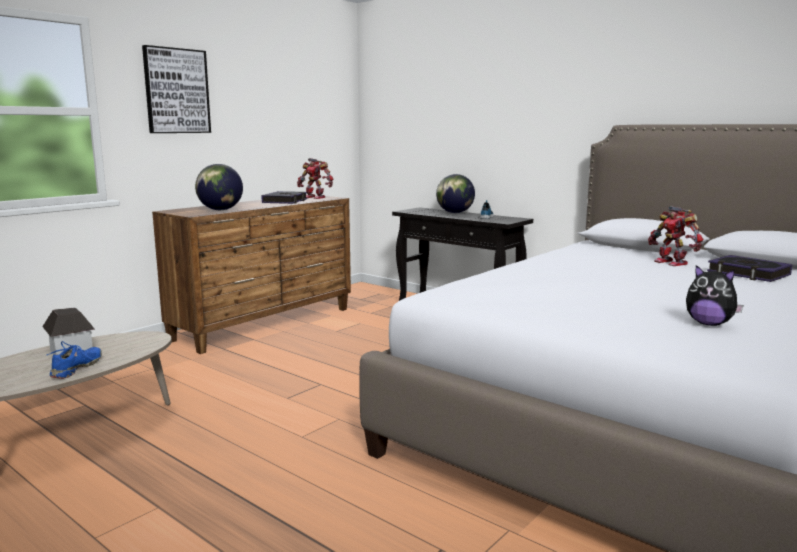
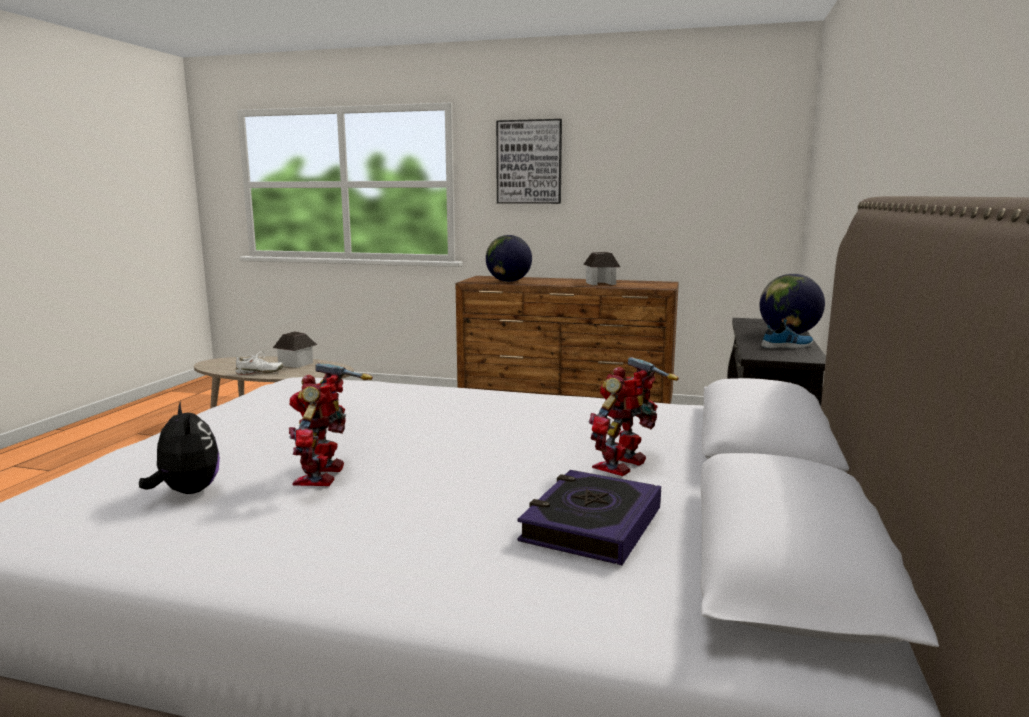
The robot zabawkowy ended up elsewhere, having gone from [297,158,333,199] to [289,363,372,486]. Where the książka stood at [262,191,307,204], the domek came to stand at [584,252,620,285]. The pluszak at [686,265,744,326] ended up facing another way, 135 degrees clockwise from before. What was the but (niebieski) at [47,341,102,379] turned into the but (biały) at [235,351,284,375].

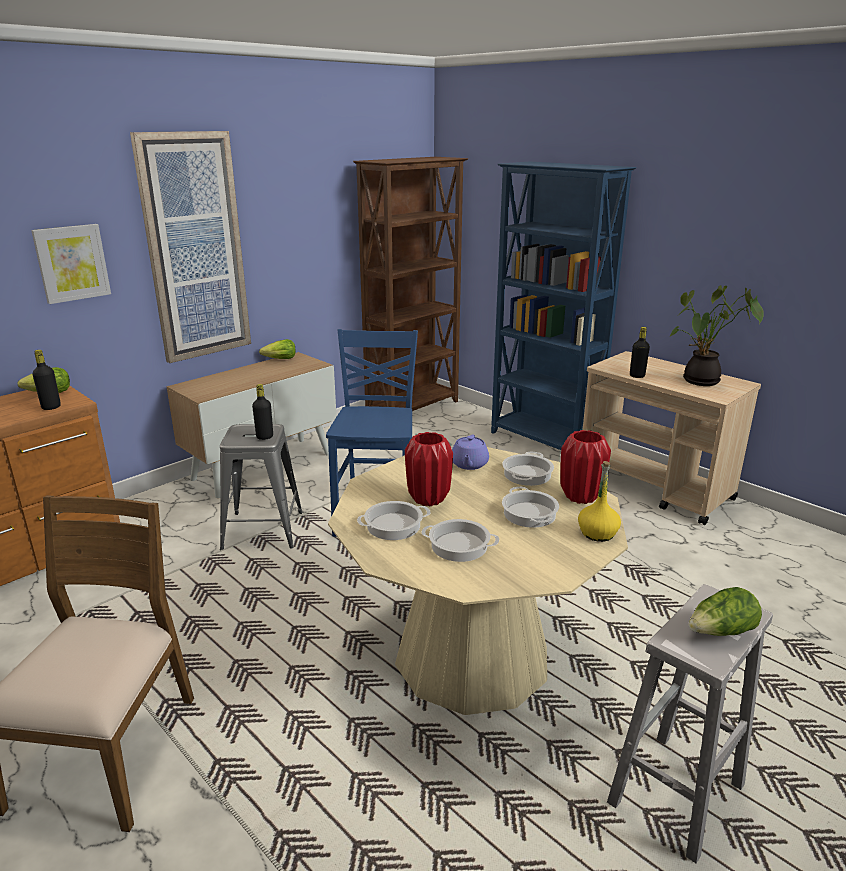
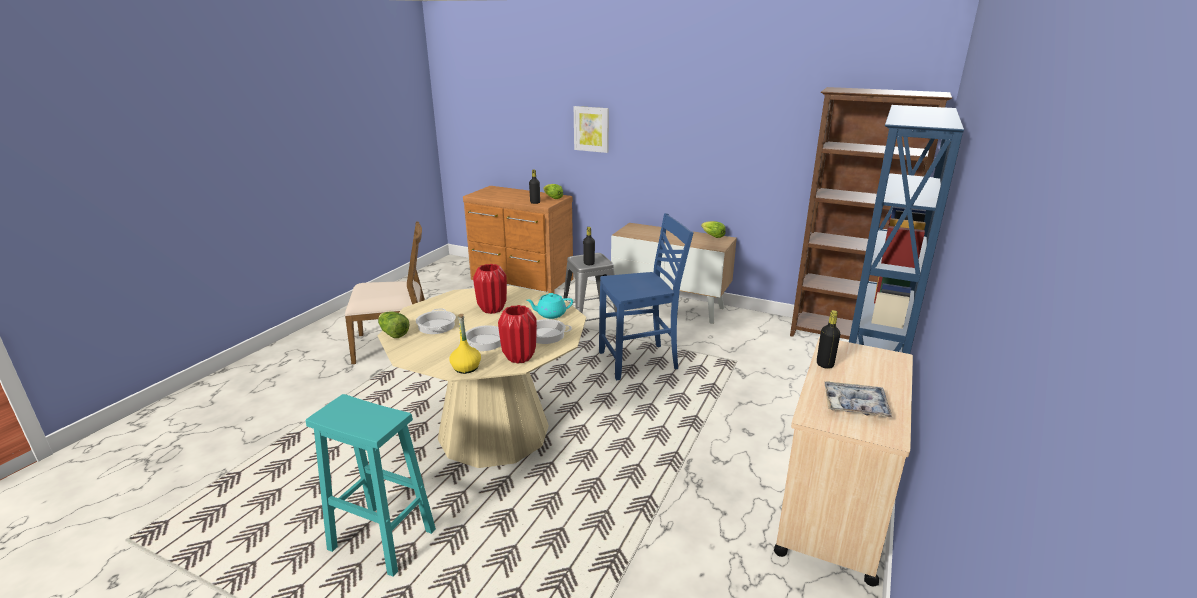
The second view lost the obraz at [130,131,251,363]. Where the roślina doniczkowa stood at [669,285,764,386], the taca came to stand at [824,381,892,418]. What was the imbryk (fioletowy) at [452,434,489,470] turned into the imbryk (turkusowy) at [526,293,573,319]. The second view lost the garnek at [357,501,431,540]. What was the stołek (biały) at [607,584,773,863] turned into the stołek (turkusowy) at [306,394,436,577]. The sałata ended up elsewhere, having gone from [689,587,762,636] to [378,311,410,338].

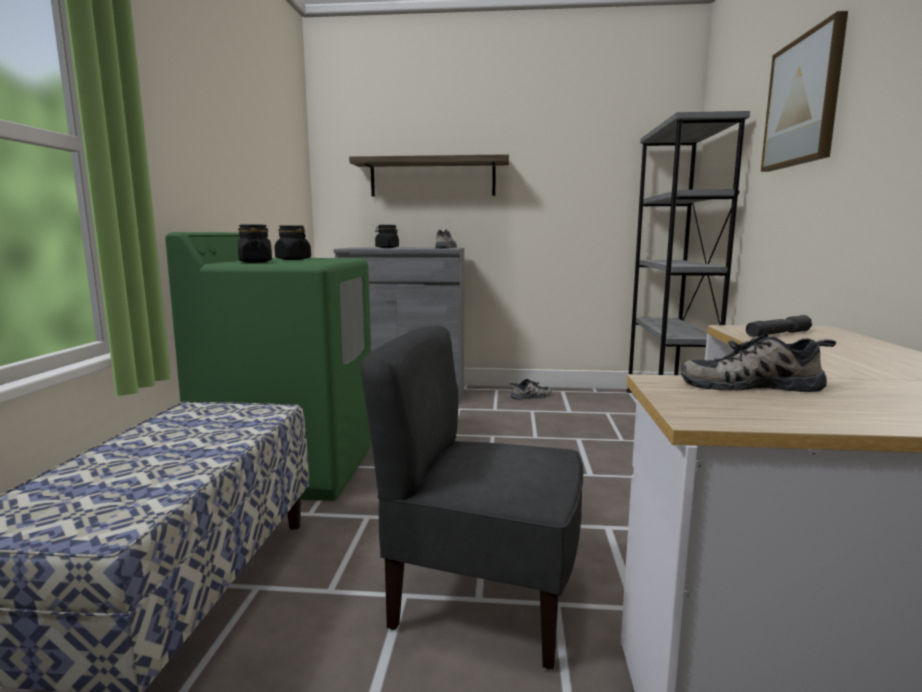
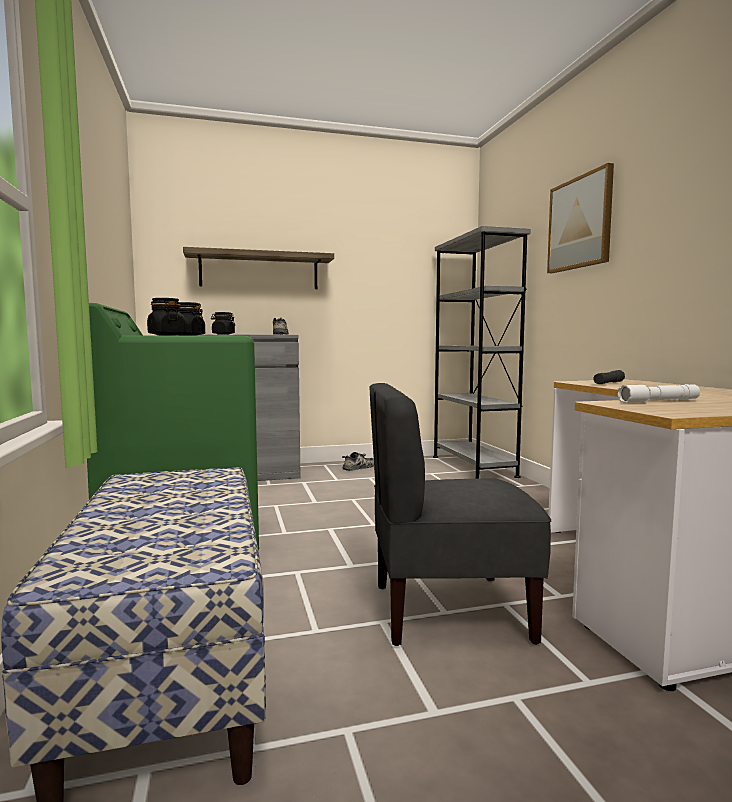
Where the but stood at [681,332,836,392], the latarka (biały) came to stand at [617,384,700,403].

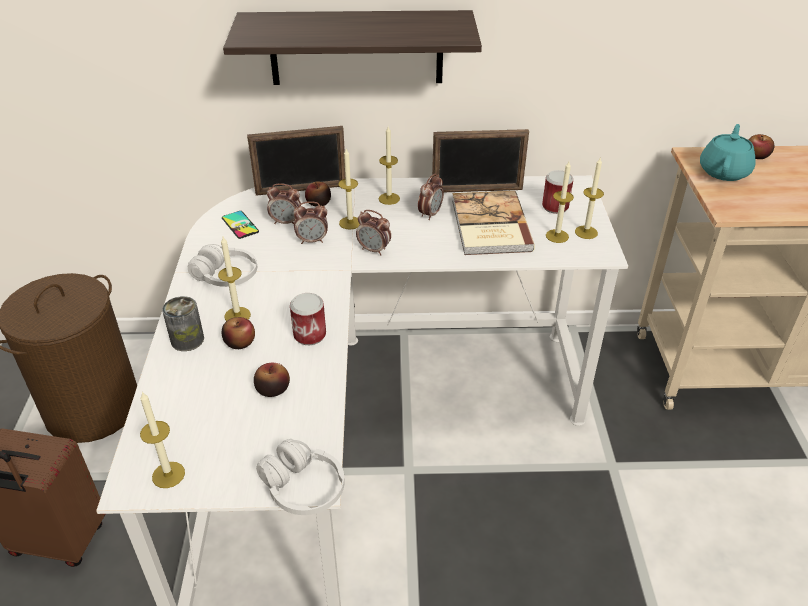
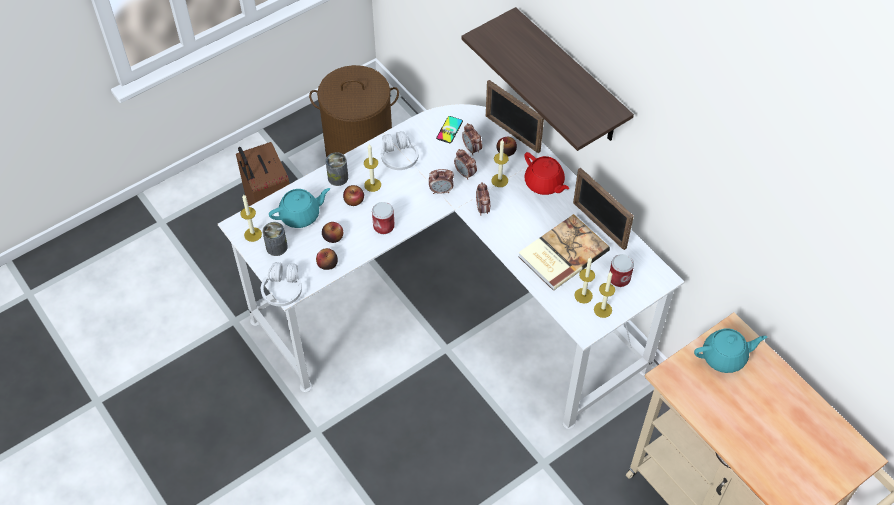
Where the świeca stood at [379,126,400,205], the imbryk (czerwony) came to stand at [524,152,569,195]. The jabłko ended up elsewhere, having gone from [749,134,774,159] to [316,248,338,270]. The budzik ended up elsewhere, having gone from [418,174,444,220] to [429,169,454,194]. The second view gained the imbryk (turkusowy) at [269,188,330,228]. The second view gained the puszka at [262,222,288,256].

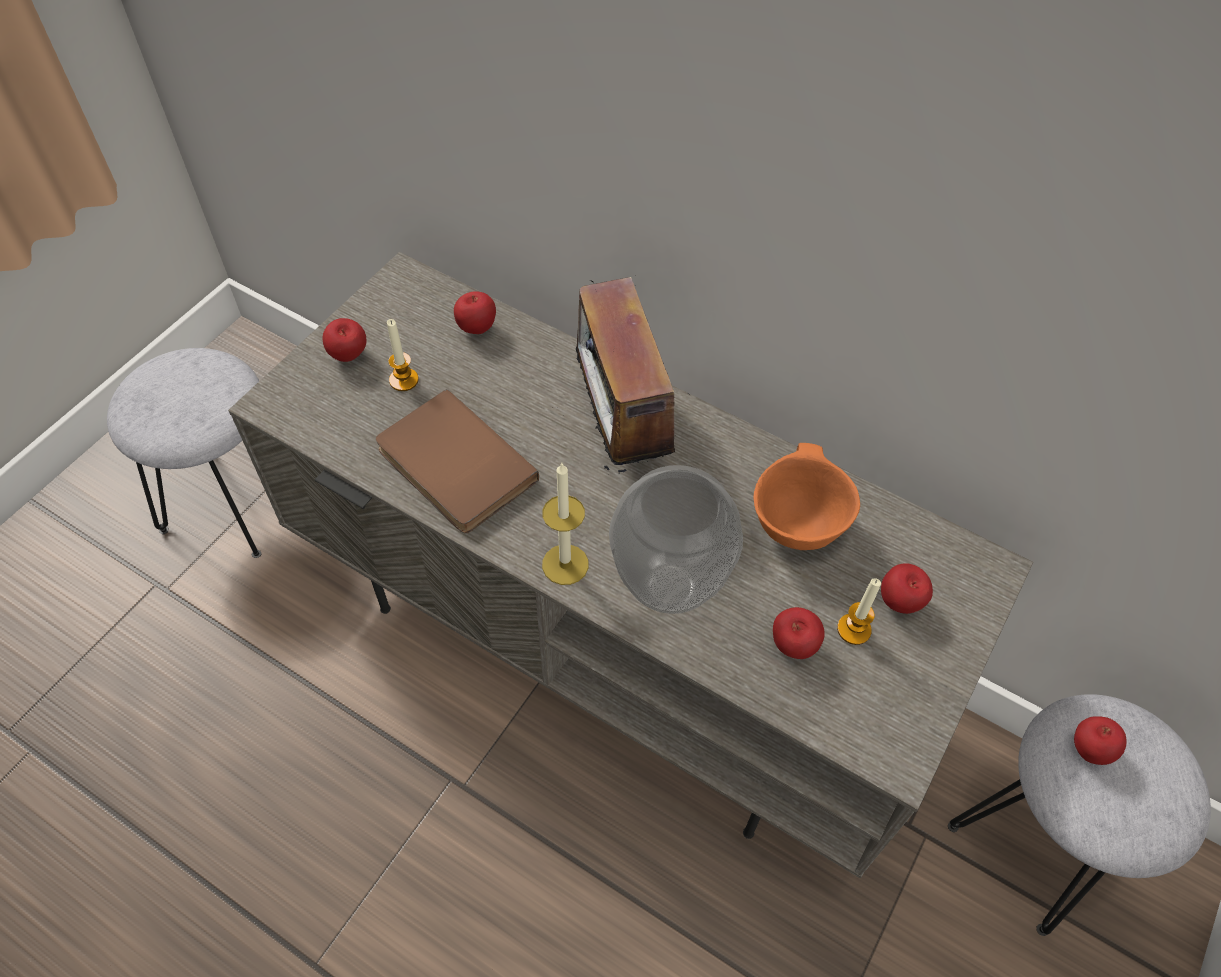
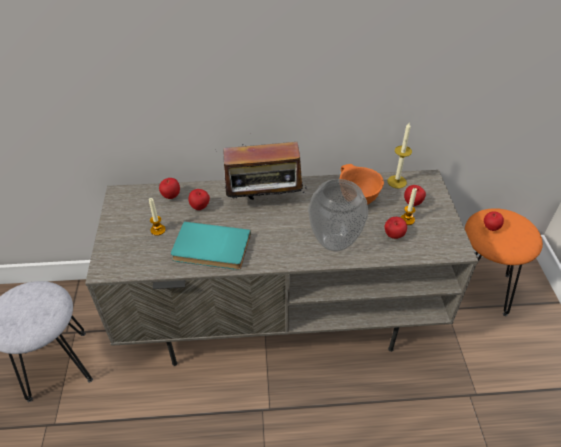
The radio at [552,277,675,473] ended up facing another way, 45 degrees counterclockwise from before. The jabłko ended up elsewhere, having gone from [323,318,367,362] to [188,189,210,210]. What was the książka (brązowy) at [376,389,539,533] turned into the książka (turkusowy) at [171,222,251,270]. The świeca ended up elsewhere, having gone from [542,463,588,585] to [387,123,412,188]. What was the stołek (szary) at [948,694,1211,936] turned into the stołek (pomarańczowy) at [465,208,543,316].

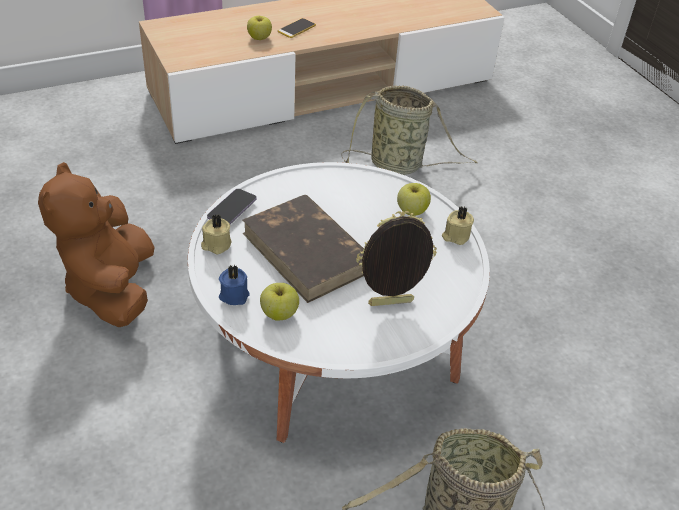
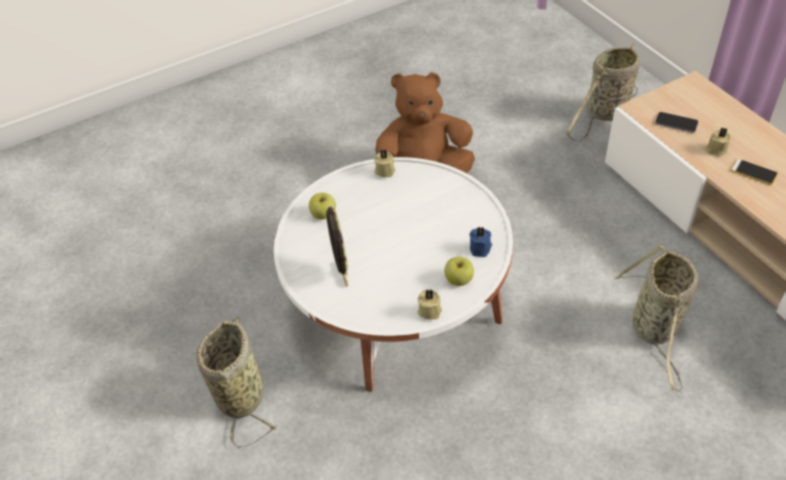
Where the jabłko stood at [247,16,272,40], the świeca (beżowy) came to stand at [705,127,732,156]. The telefon ended up elsewhere, having gone from [207,189,257,224] to [655,112,698,133]. The second view lost the książka (brązowy) at [242,195,364,303]. The świeca (niebieski) ended up elsewhere, having gone from [219,265,250,305] to [470,226,492,257]. The second view gained the koszyk at [566,43,640,141].

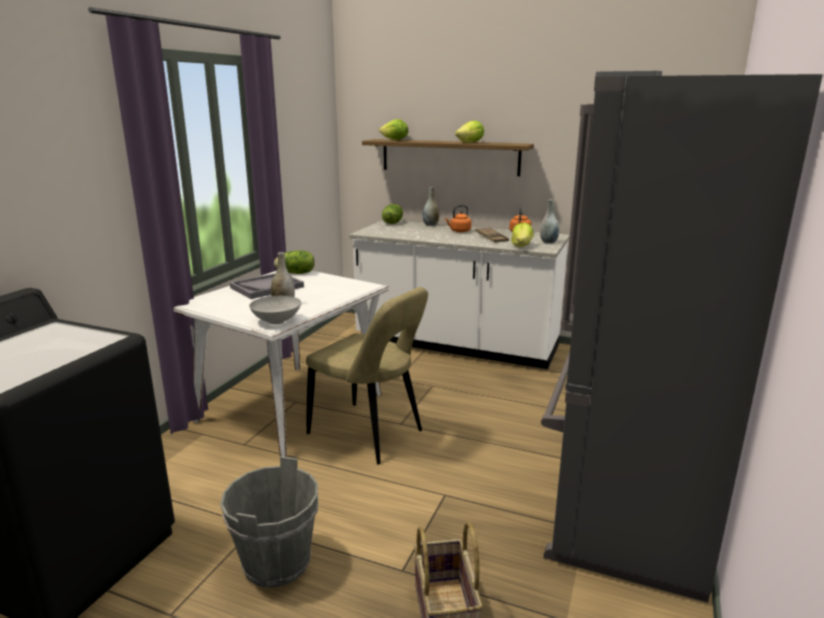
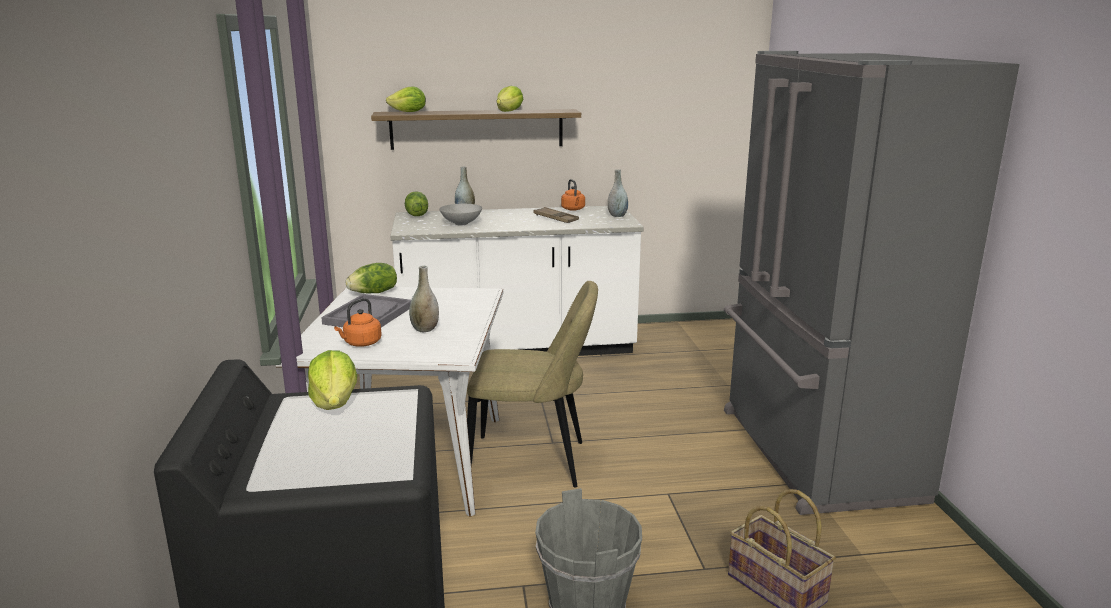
The czajnik (pomarańczowy) ended up elsewhere, having gone from [445,205,471,232] to [334,298,382,347]. The sałata ended up elsewhere, having gone from [511,223,534,247] to [308,350,357,410]. The miska (szary) ended up elsewhere, having gone from [249,296,301,324] to [440,204,482,225].

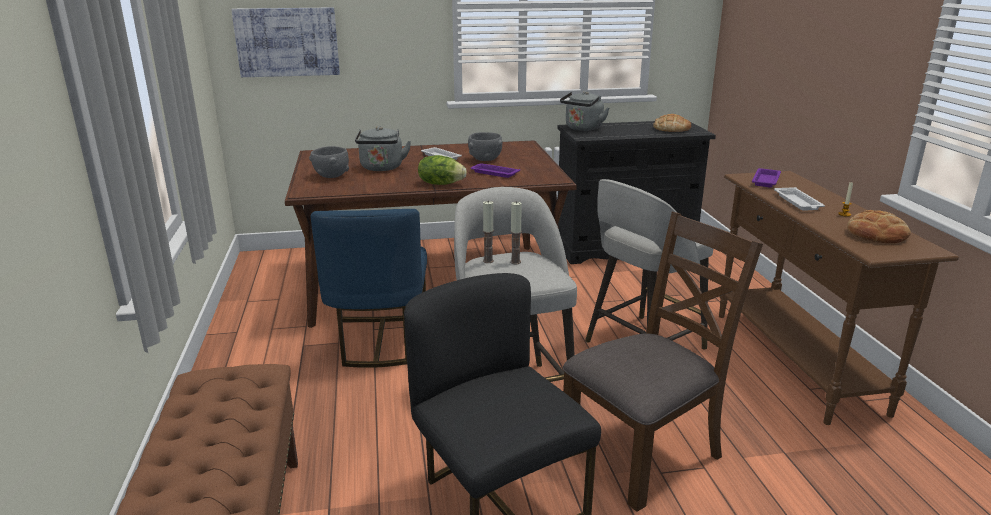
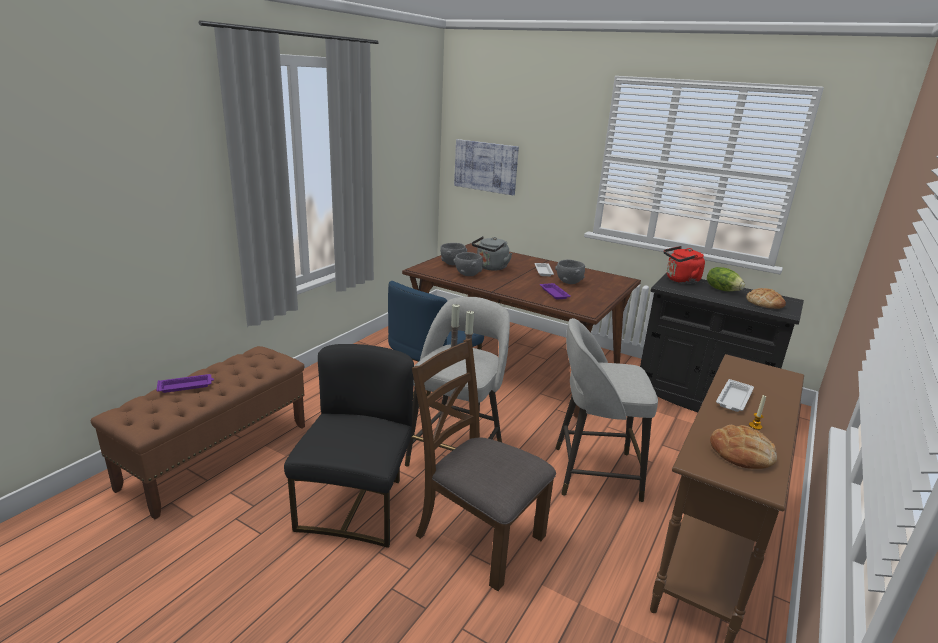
What was the czajnik (szary) at [560,91,609,131] turned into the czajnik (czerwony) at [664,246,705,284]. The sałata ended up elsewhere, having gone from [418,155,467,185] to [707,267,745,291]. The taca (fioletowy) ended up elsewhere, having gone from [752,168,781,188] to [157,374,214,393]. The krzesło (brązowy) at [563,212,763,512] ended up facing another way, 150 degrees counterclockwise from before. The second view gained the miska (szary) at [453,252,483,276].

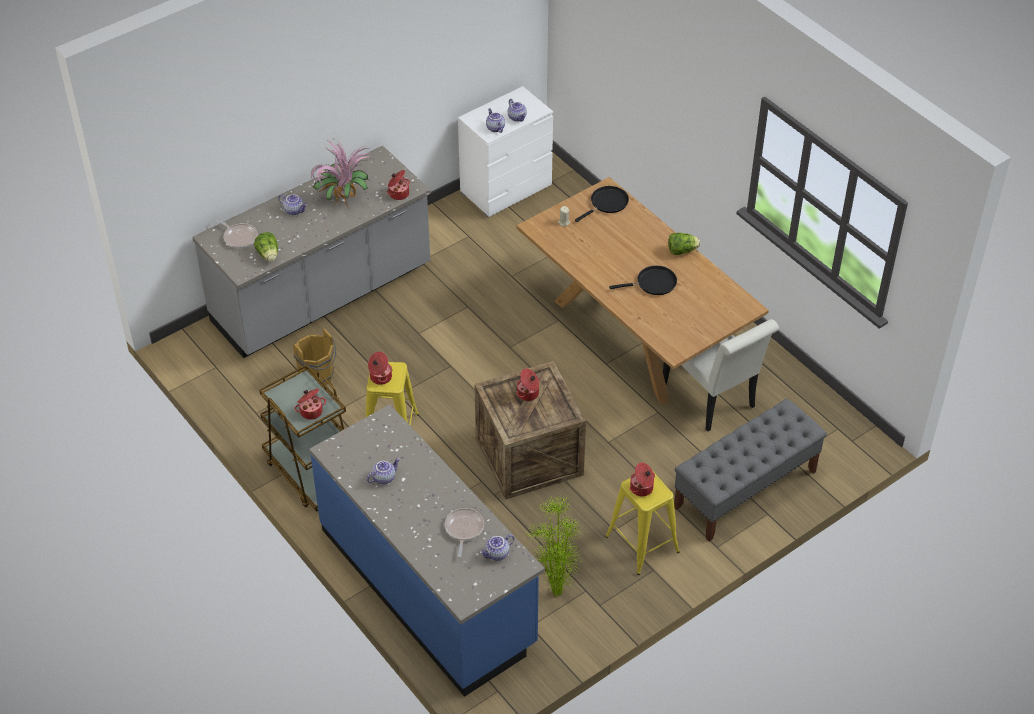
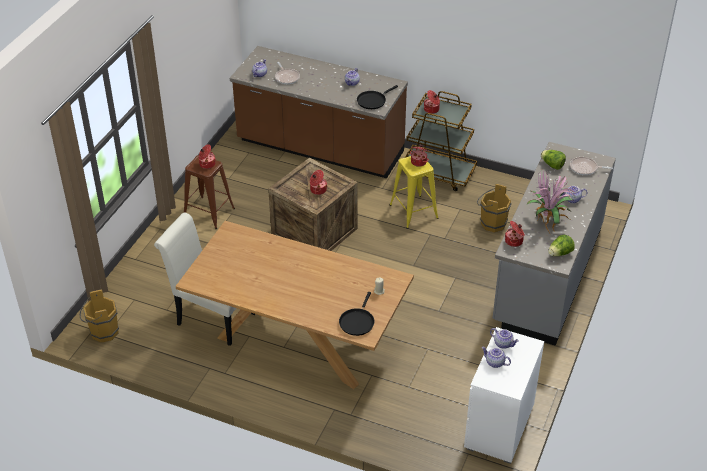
The sałata ended up elsewhere, having gone from [668,233,700,255] to [548,235,575,256]. The patelnia (czarny) ended up elsewhere, having gone from [609,266,677,295] to [357,85,398,109]. The second view lost the ławka (szary) at [674,398,827,542]. What was the zabudowa kuchenna (niebieski) at [309,404,544,697] turned into the zabudowa kuchenna (brązowy) at [230,46,408,178]. What was the stołek (żółty) at [605,470,680,575] turned into the stołek (brązowy) at [184,155,235,229]. The second view lost the roślina doniczkowa at [526,496,582,598]. The second view gained the wiadro (brązowy) at [80,290,119,342].

